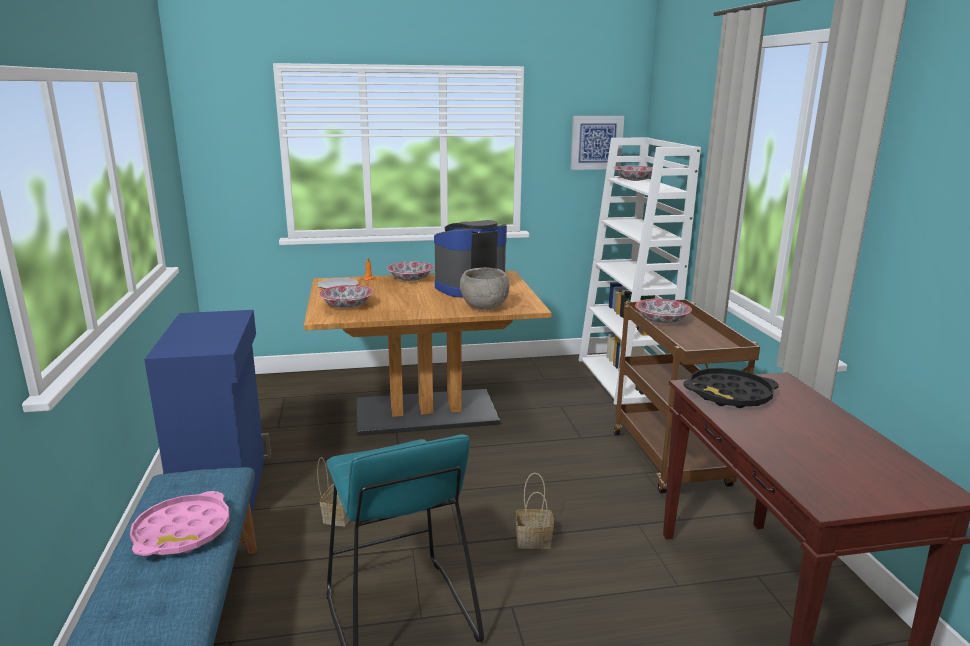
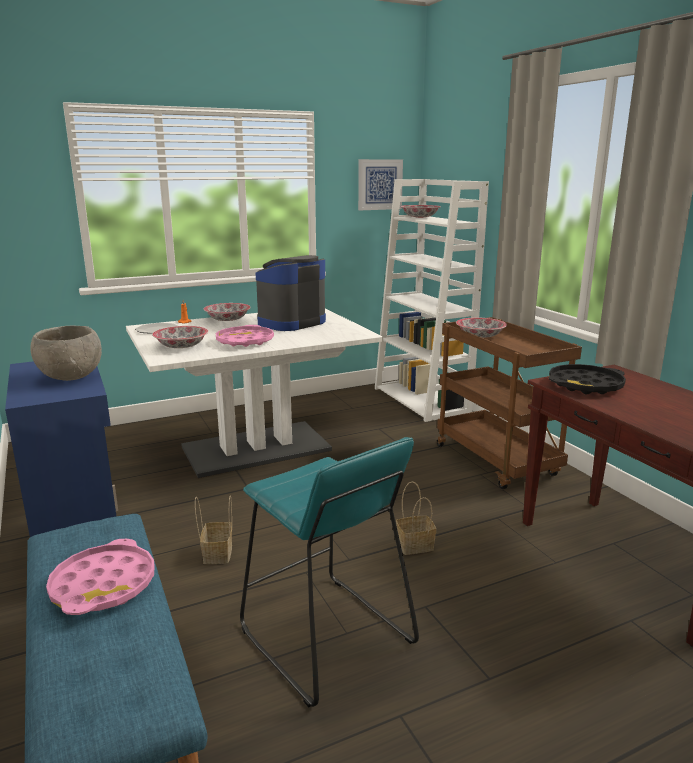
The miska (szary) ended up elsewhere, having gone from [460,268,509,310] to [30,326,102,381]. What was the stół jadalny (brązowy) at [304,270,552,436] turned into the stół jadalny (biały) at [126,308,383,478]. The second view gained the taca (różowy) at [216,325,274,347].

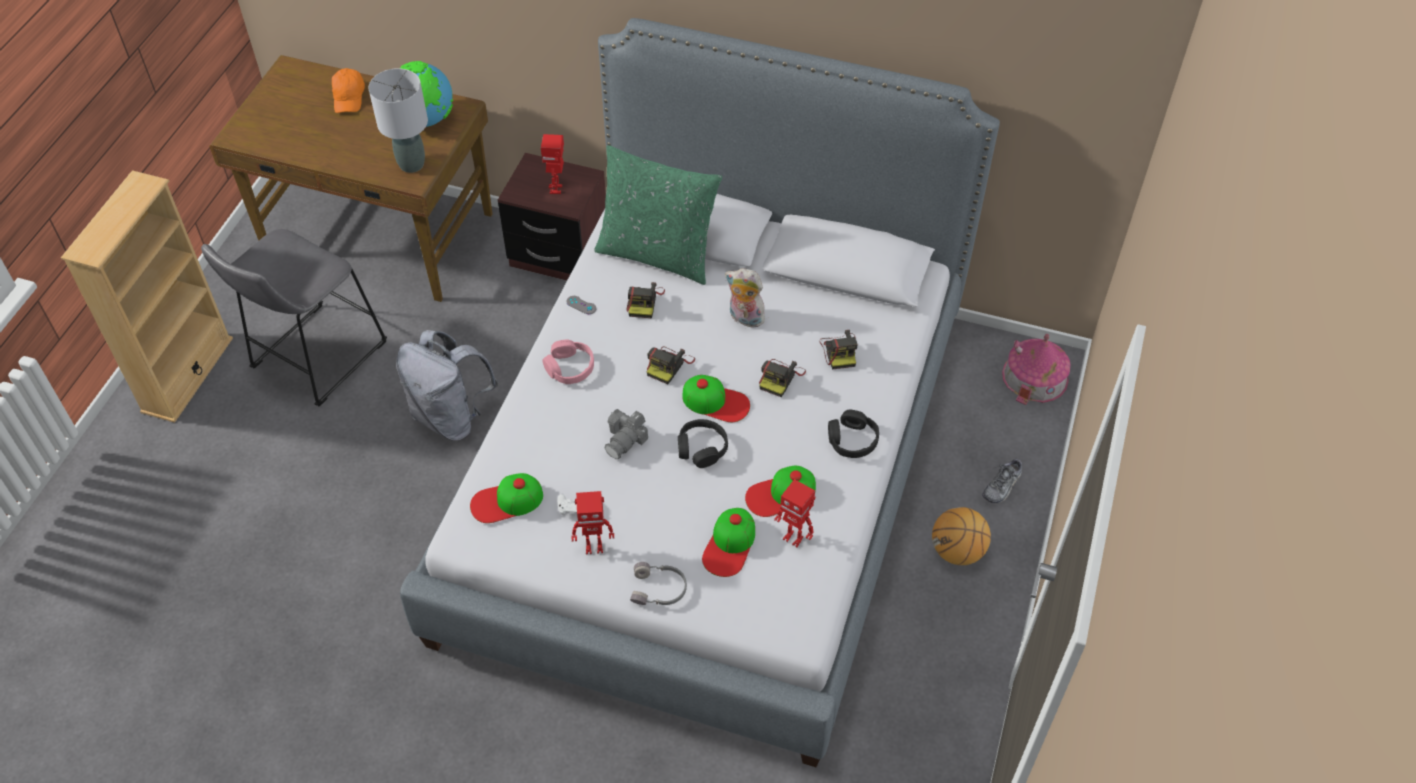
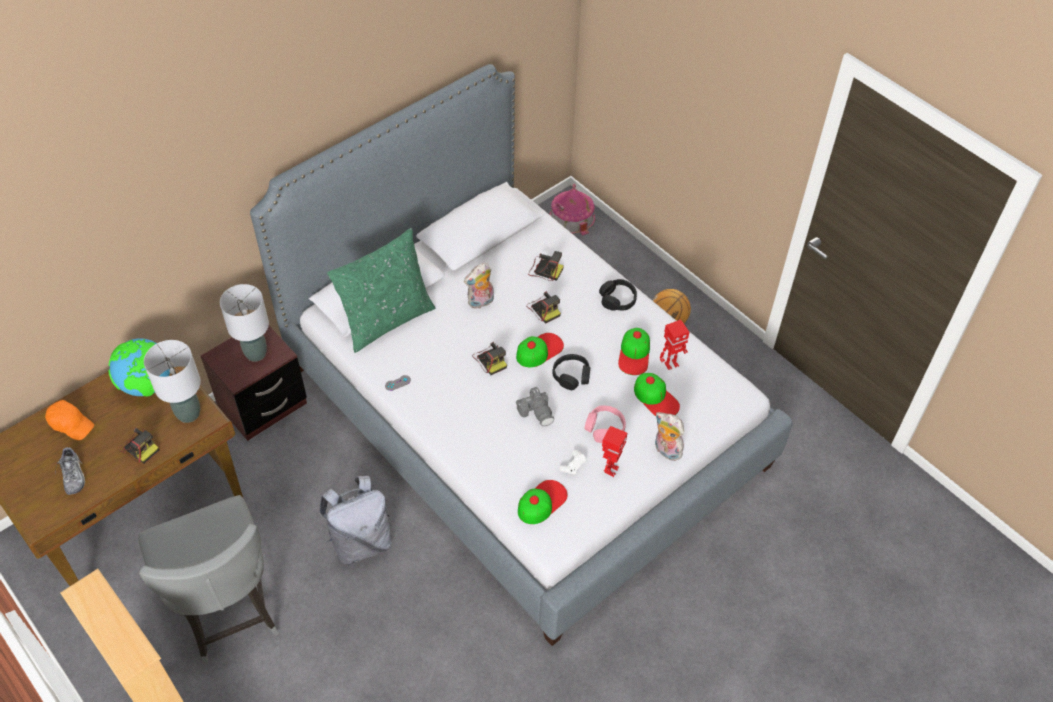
Where the robot zabawkowy stood at [541,134,564,194], the lampa stołowa (szary) came to stand at [220,284,269,362]. Where the stołek (szary) stood at [201,229,387,407], the krzesło (szary) came to stand at [138,495,279,665]. The aparat fotograficzny ended up elsewhere, having gone from [626,282,665,318] to [118,427,159,464]. The słuchawki (różowy) ended up elsewhere, having gone from [542,340,594,384] to [585,405,626,443]. The but ended up elsewhere, having gone from [982,459,1022,503] to [55,447,85,495]. The czapka z daszkiem at [470,473,543,523] ended up facing another way, 150 degrees counterclockwise from before. Where the słuchawki (szary) stood at [630,562,687,605], the pluszak came to stand at [655,412,684,461].

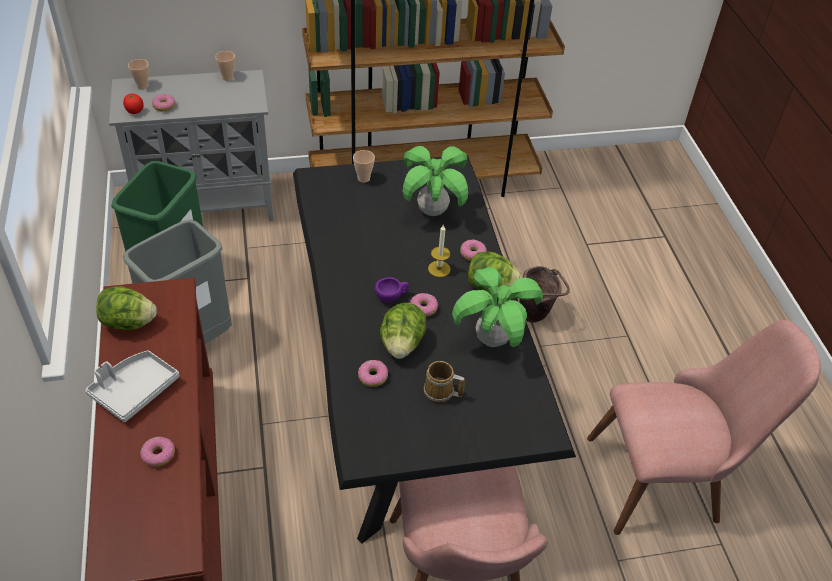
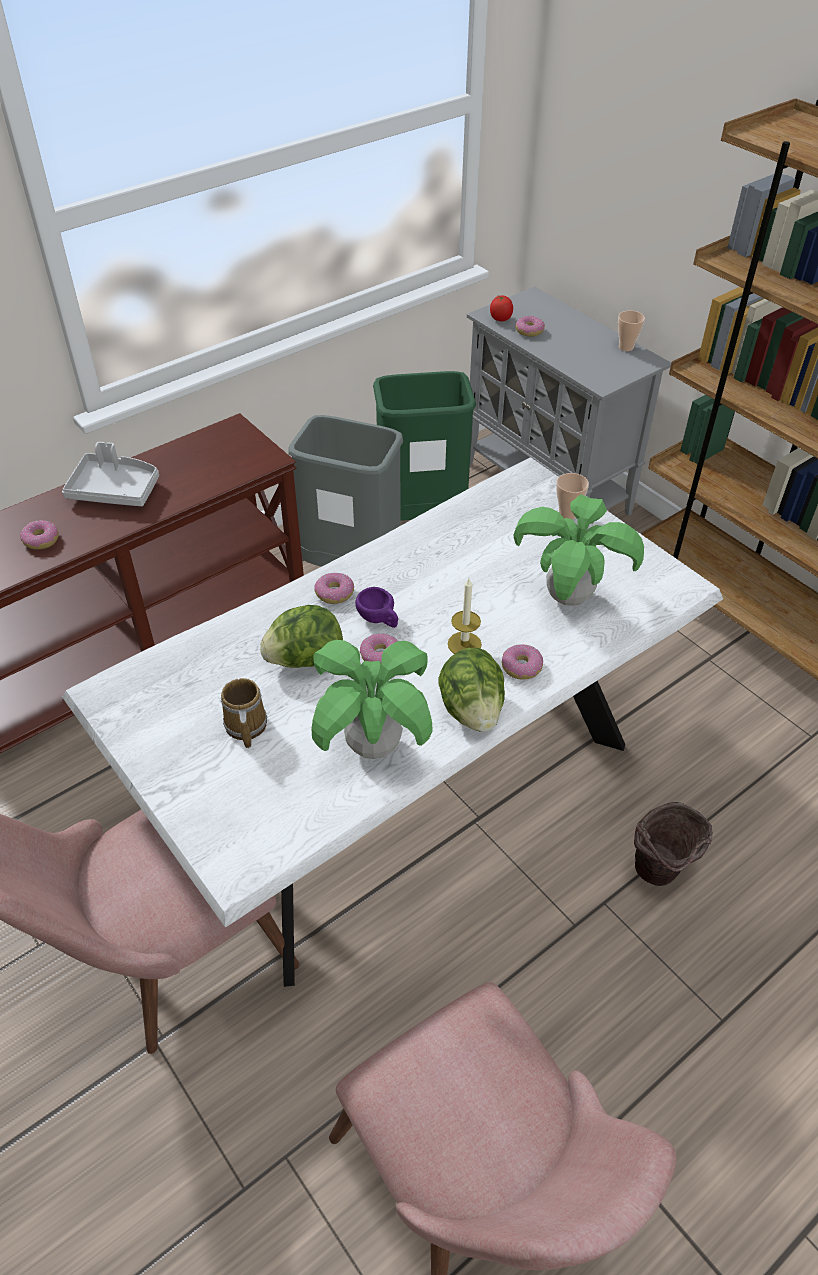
The second view lost the filiżanka at [128,59,149,89]. What was the stół jadalny (czarny) at [293,155,576,544] turned into the stół jadalny (biały) at [62,457,723,987]. The second view lost the sałata at [96,286,157,330]. The donut ended up elsewhere, having gone from [358,360,388,387] to [315,573,354,604].

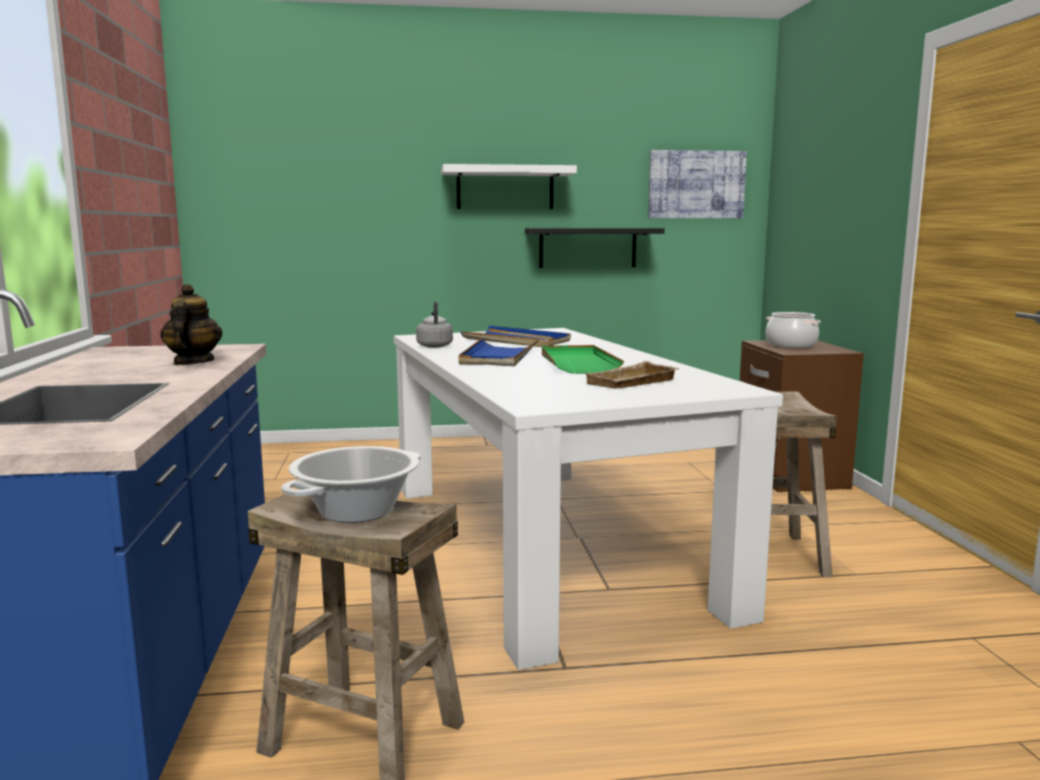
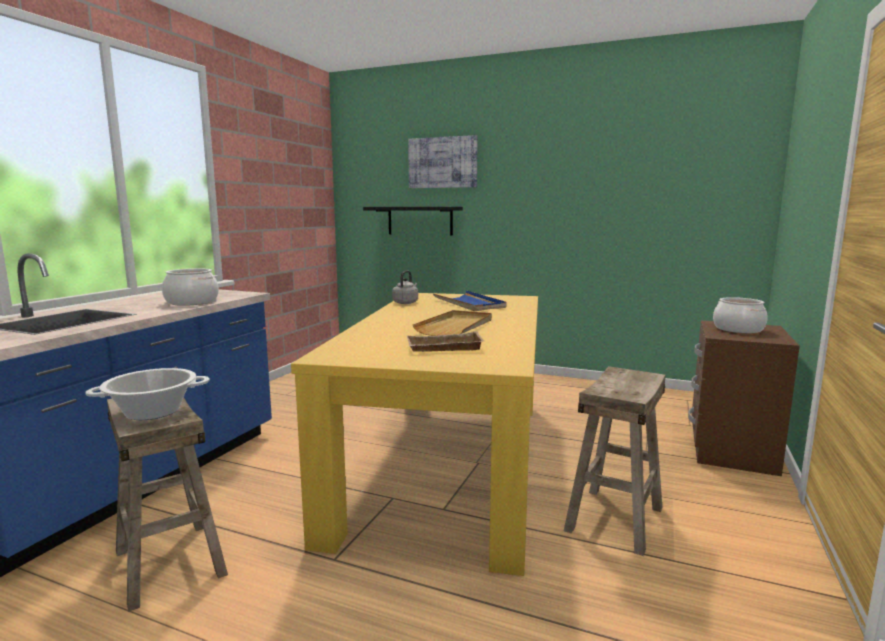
The obraz ended up elsewhere, having gone from [648,150,747,218] to [408,135,478,188]. The second view lost the półka (biały) at [441,164,577,209]. The półka (czarny) ended up elsewhere, having gone from [525,228,665,268] to [363,207,463,236]. Where the imbryk stood at [160,284,223,365], the garnek came to stand at [162,268,219,306]. What was the stół jadalny (biały) at [394,328,783,670] turned into the stół jadalny (żółty) at [291,293,538,576]. The second view lost the taca (niebieski) at [459,337,539,366]. What was the taca (zielony) at [542,345,624,374] turned into the taca (beżowy) at [413,310,492,336].

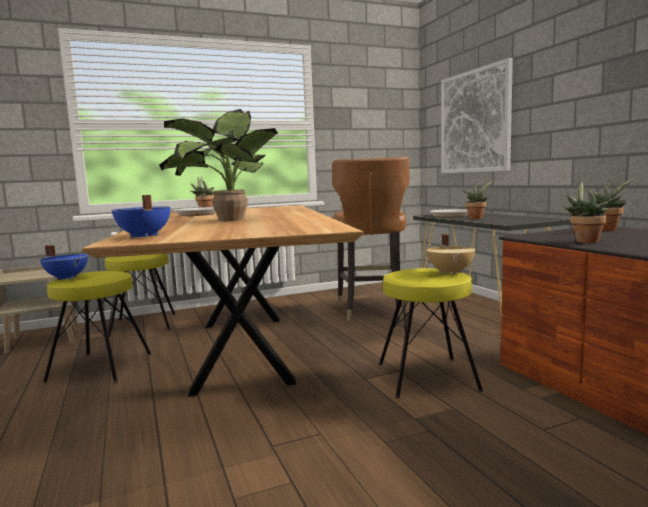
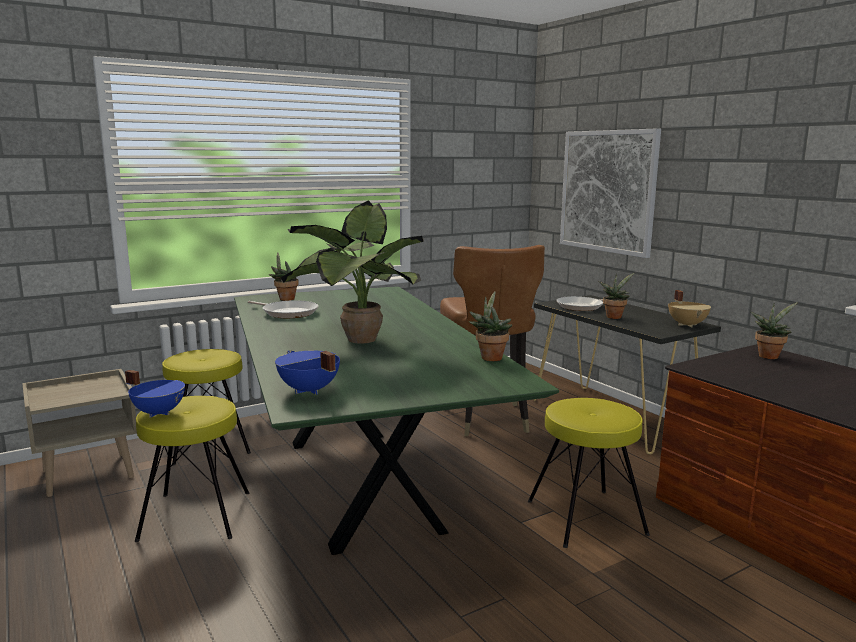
The roślina doniczkowa ended up elsewhere, having gone from [563,182,609,243] to [469,291,512,361]. What was the stół jadalny (brązowy) at [82,205,364,396] turned into the stół jadalny (zielony) at [234,286,559,555]. The garnek (beżowy) ended up elsewhere, having gone from [426,234,476,275] to [668,290,711,327].

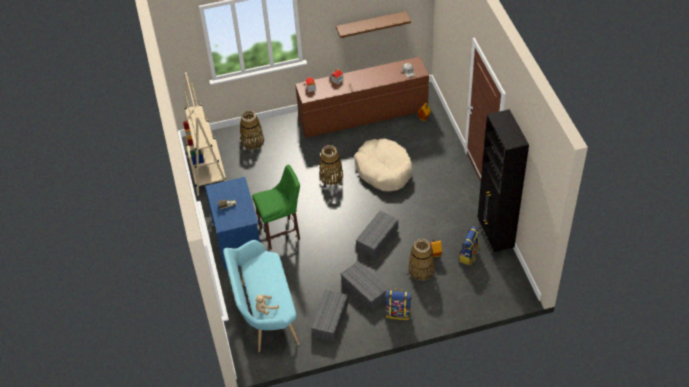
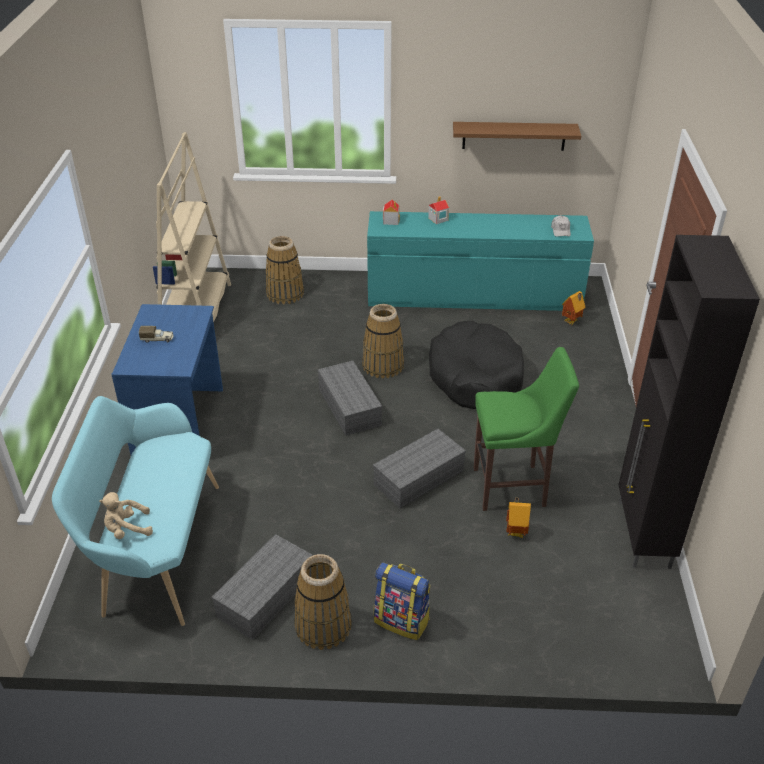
What was the komoda (brązowy) at [295,57,429,138] turned into the komoda (turkusowy) at [367,211,594,311]. What was the legowisko (beżowy) at [354,138,413,191] turned into the legowisko (czarny) at [429,321,524,409]. The stołek (zielony) ended up elsewhere, having gone from [252,165,300,250] to [474,347,579,511]. The second view lost the plecak at [459,226,480,265]. The koszyk ended up elsewhere, having gone from [408,239,435,280] to [294,554,352,650]. The pojemnik do przechowywania (szary) ended up elsewhere, having gone from [341,261,389,311] to [317,361,382,436].

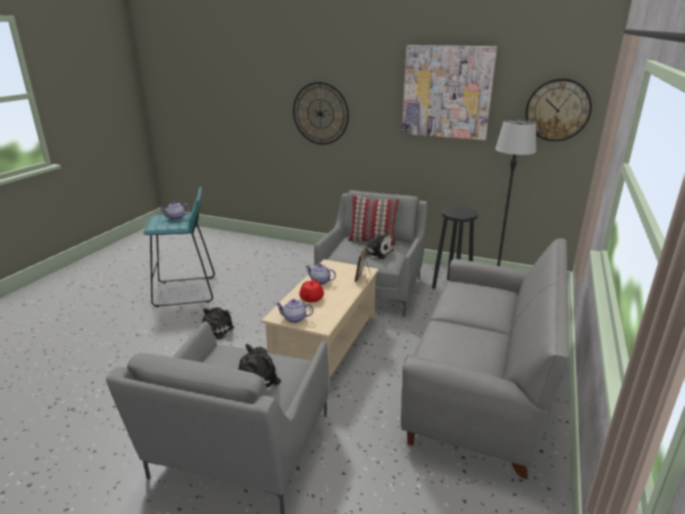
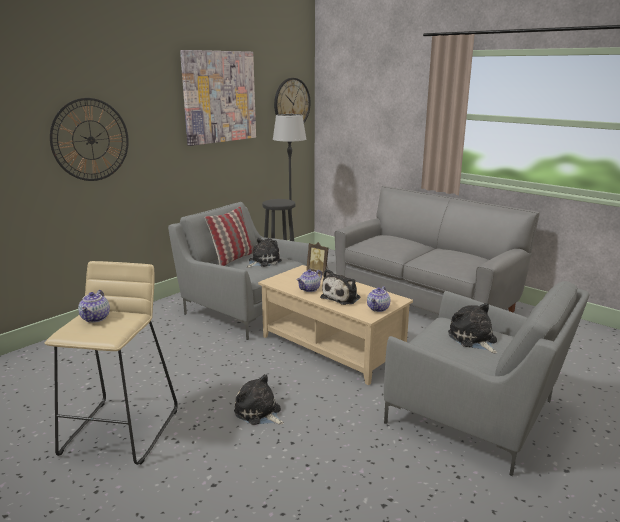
What was the stołek (turkusowy) at [143,187,215,307] turned into the stołek (beżowy) at [44,261,178,465]. Where the imbryk (czerwony) stood at [299,279,324,302], the pluszak came to stand at [320,269,360,305].

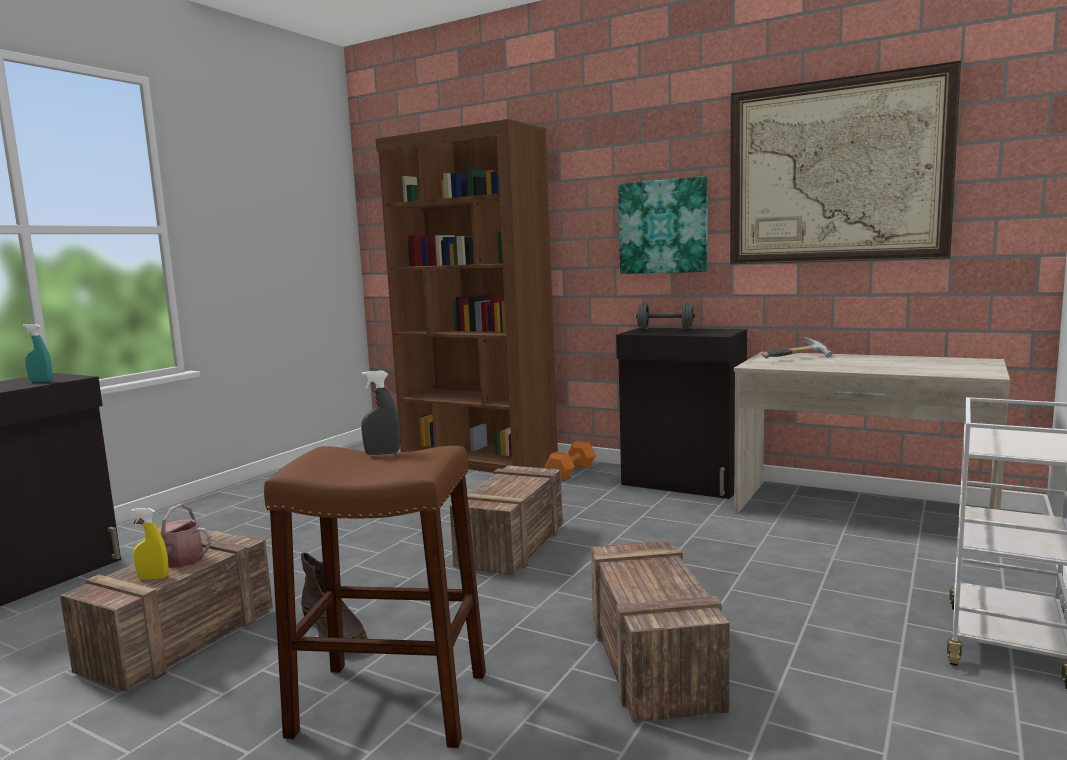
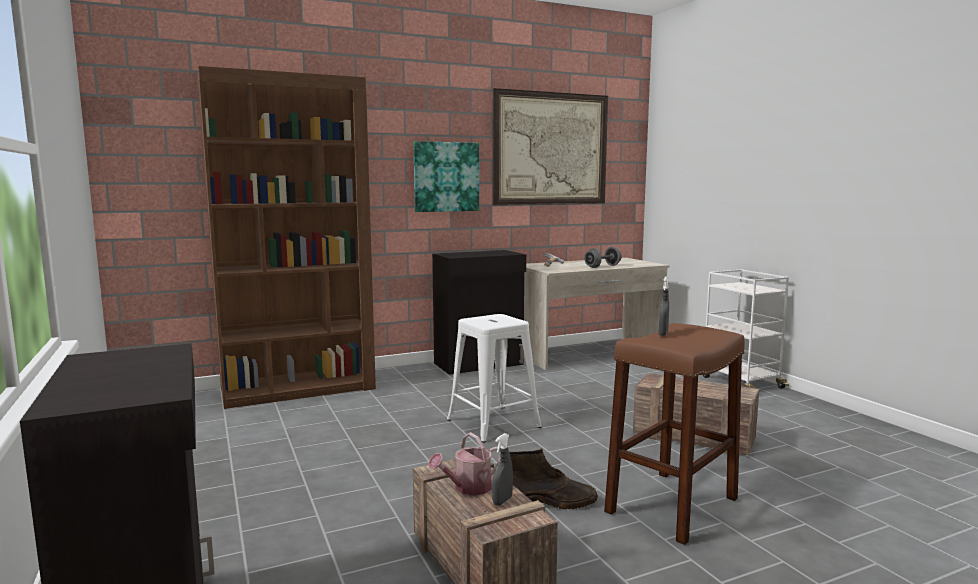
The hantel (szary) ended up elsewhere, having gone from [636,302,695,330] to [584,247,622,268]. The second view lost the spryskiwacz (turkusowy) at [23,324,52,382]. The second view lost the hantel (pomarańczowy) at [545,441,596,481]. Where the skrzynka stood at [450,465,563,575], the stołek (biały) came to stand at [447,314,542,443]. What was the spryskiwacz (żółty) at [131,508,168,580] turned into the spryskiwacz (szary) at [492,433,513,506].

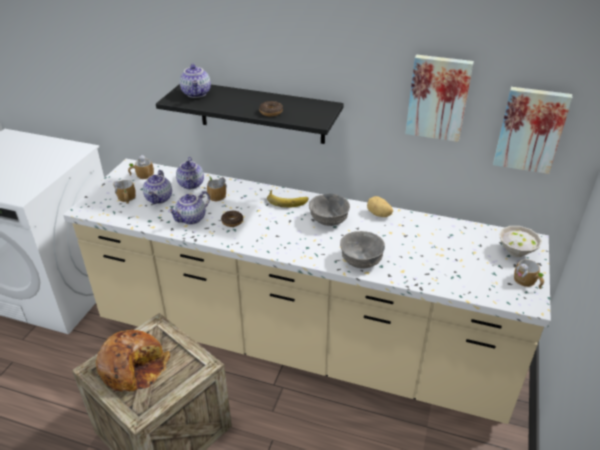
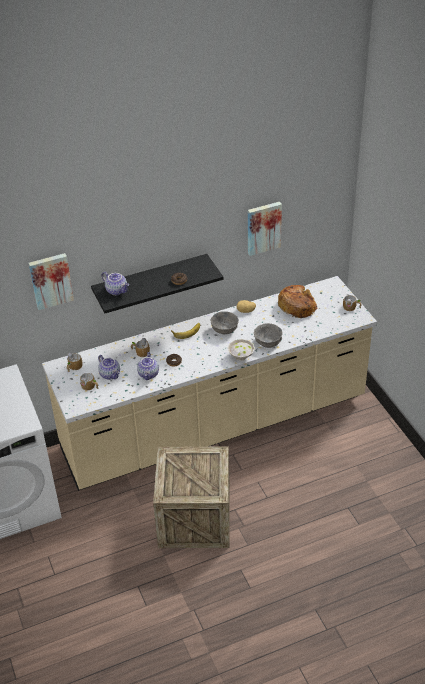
The obraz ended up elsewhere, having gone from [493,87,572,174] to [29,253,74,310]. The second view lost the imbryk at [176,157,204,189]. The miska (biały) ended up elsewhere, having gone from [499,226,542,257] to [228,339,255,361]. The chleb ended up elsewhere, having gone from [96,330,170,392] to [278,285,317,318].

